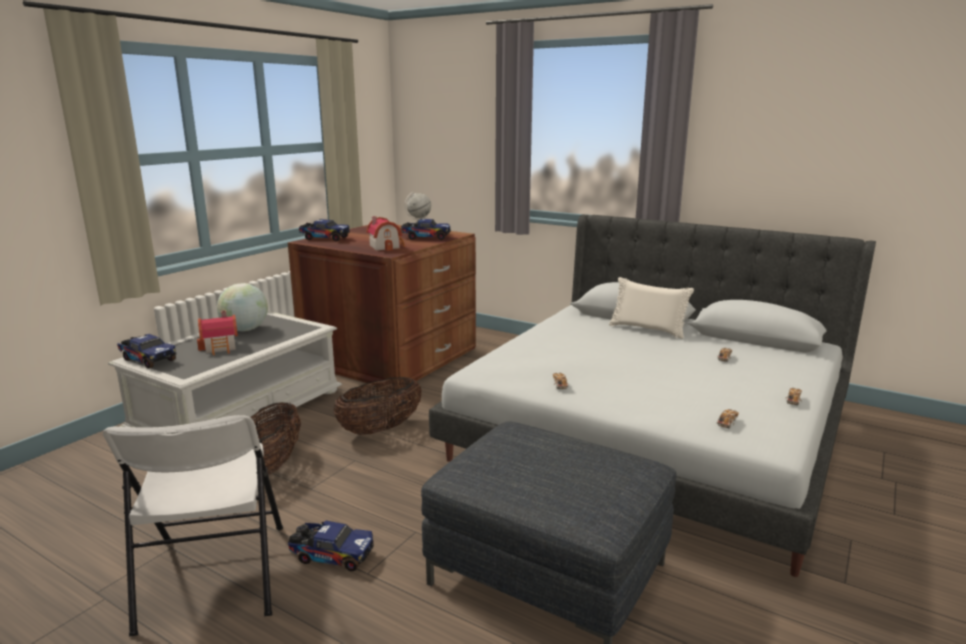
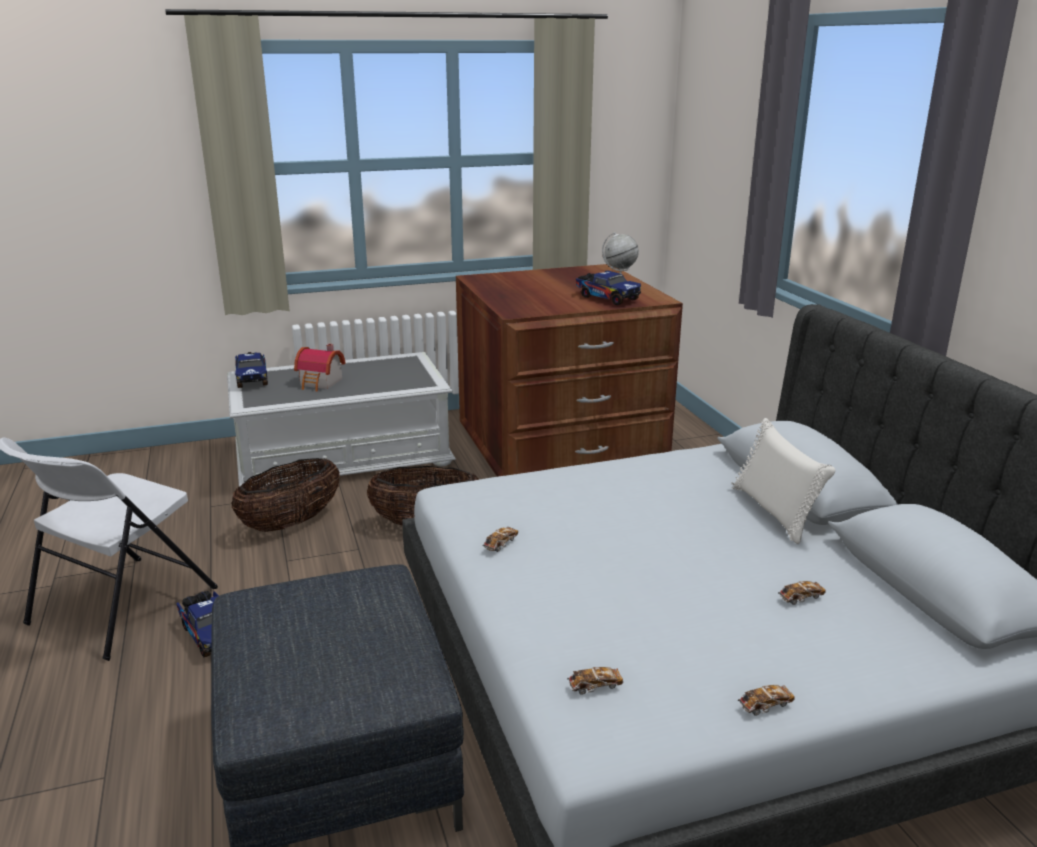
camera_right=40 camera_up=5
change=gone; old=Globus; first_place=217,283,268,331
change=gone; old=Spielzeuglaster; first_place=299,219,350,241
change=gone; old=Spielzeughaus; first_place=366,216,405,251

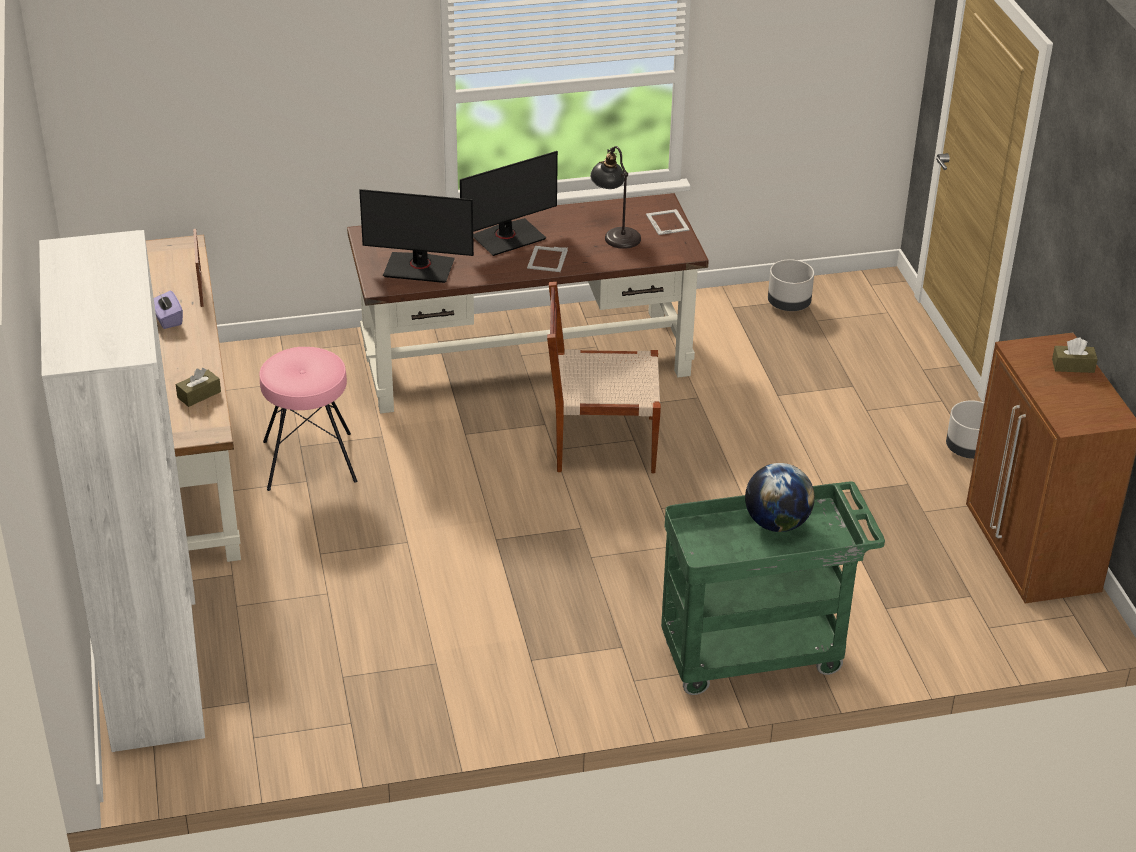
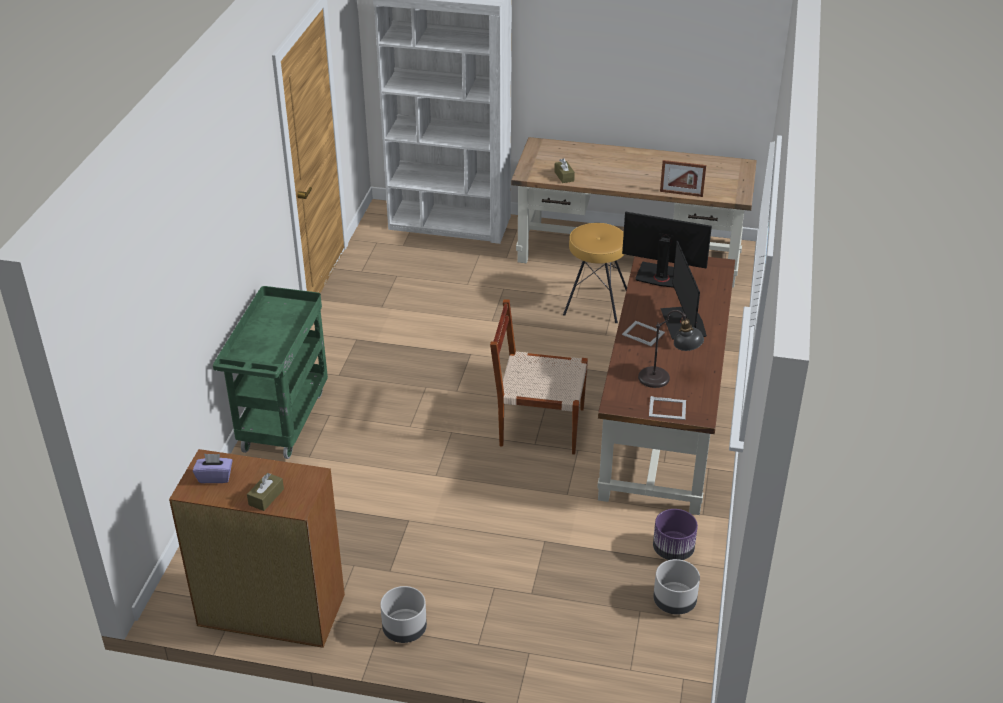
camera_right=115 camera_up=0
change=shifted; old=Taschentuchbox (lila); first_place=154,291,183,329; second_place=193,453,233,483
change=repainted; old=Hocker (rosa); new=Hocker (braun); first_place=259,347,357,491; second_place=563,223,627,323
change=rotated; old=Monitor; first_place=359,189,474,283; second_place=622,212,712,288; degrees=75
change=rotated; old=Stuhl; first_place=547,282,661,473; second_place=490,300,588,455; degrees=-105
change=gone; old=Globus; first_place=745,463,815,532
change=new; new=Pflanzkübel (lila); second_place=653,509,698,560

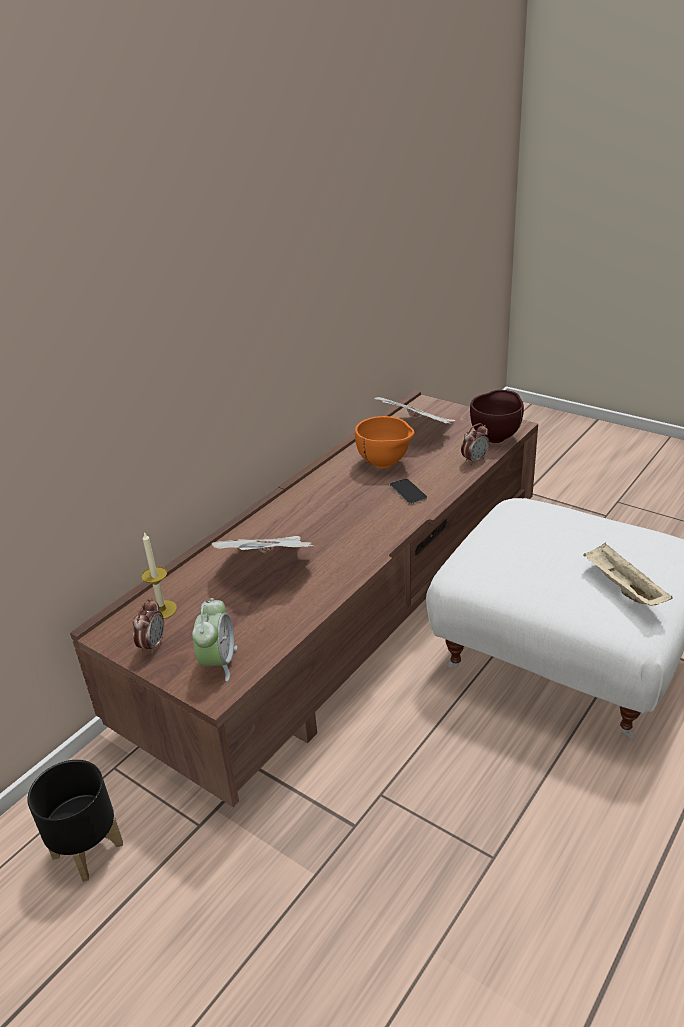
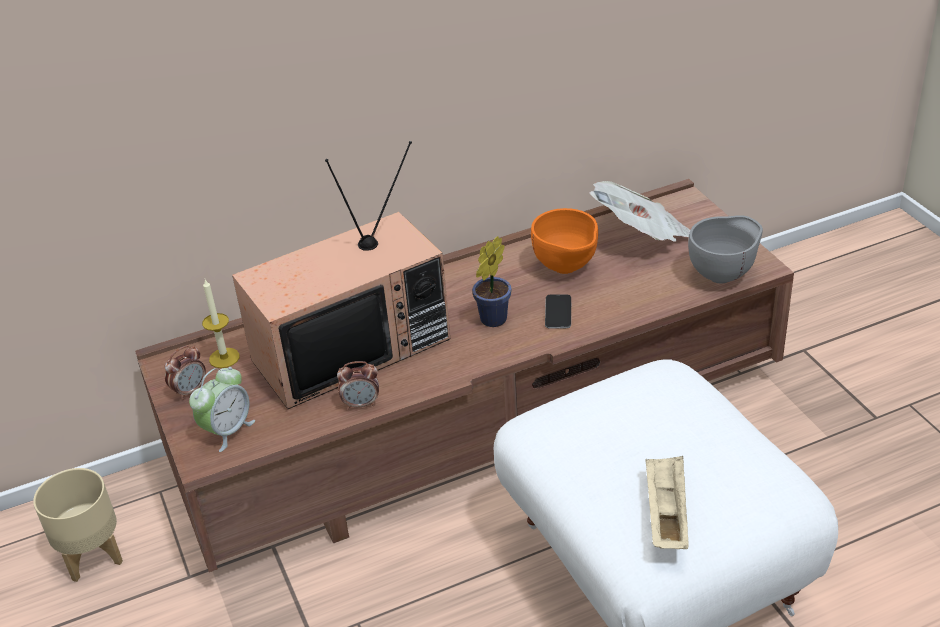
camera_right=30 camera_up=5
change=repainted; old=Pflanzkübel (schwarz); new=Pflanzkübel (beige); first_place=27,760,123,882; second_place=33,468,123,582
change=swapped; old=Zeitung; new=Fernseher; first_place=212,536,314,553; second_place=232,141,450,409
change=shifted; old=Wecker; first_place=461,423,489,465; second_place=337,361,379,410
change=repainted; old=Schüssel (braun); new=Schüssel (grau); first_place=470,390,524,443; second_place=688,215,763,284
change=new; new=Topfpflanze; second_place=472,236,512,327

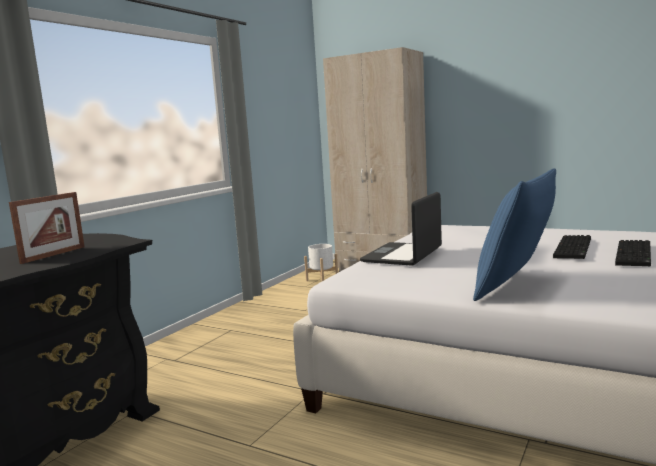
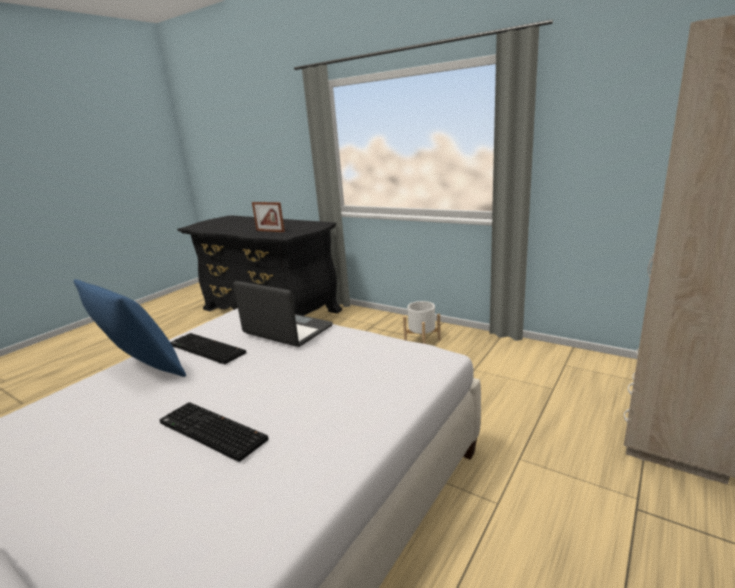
camera_right=95 camera_up=10
change=shifted; old=Pflanzkübel (weiß); first_place=304,244,338,281; second_place=403,301,441,344
change=shifted; old=Tastatur; first_place=615,240,651,267; second_place=170,333,246,364

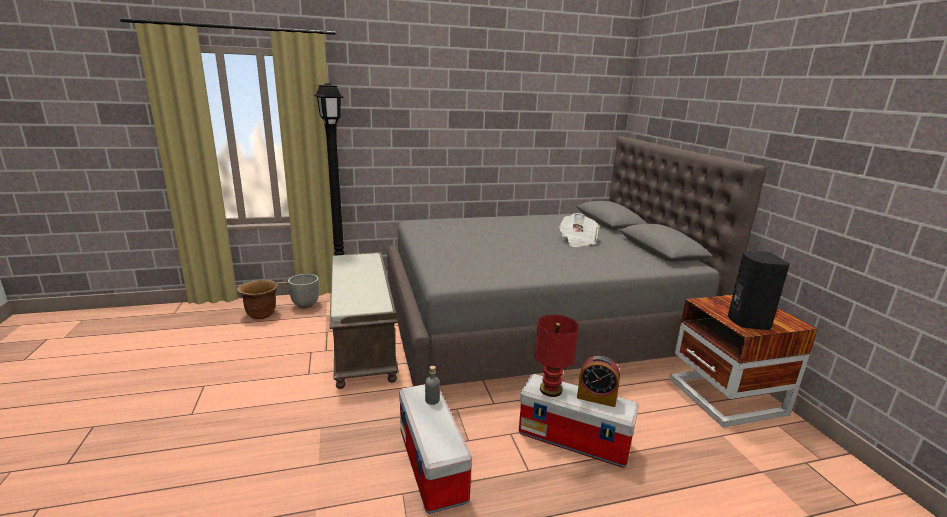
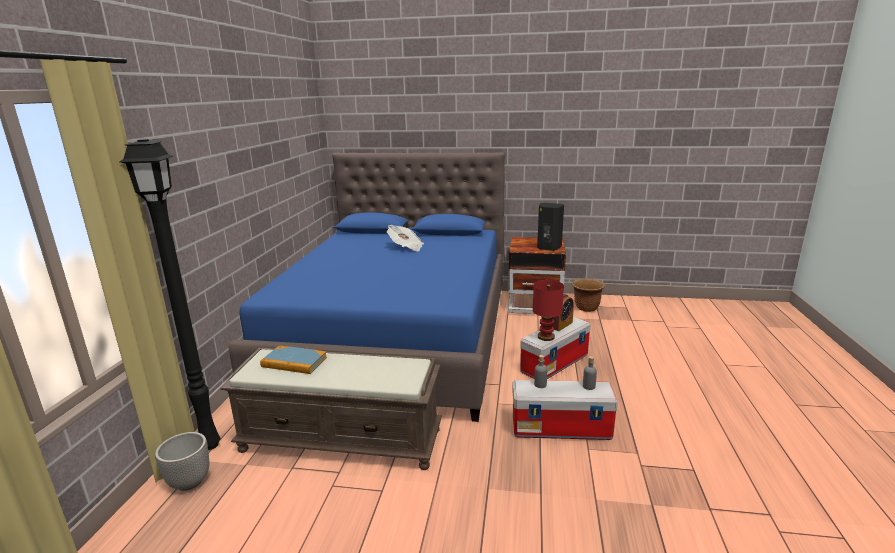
camera_right=-65 camera_up=0
change=shifted; old=Pflanzkübel (braun); first_place=237,280,278,319; second_place=572,279,605,312
change=repainted; old=Bett (grau); new=Bett (blau); first_place=387,136,766,386; second_place=228,152,505,422
change=new; new=Buch; second_place=260,345,327,374
change=new; new=Flasche (grau); second_place=583,356,597,390

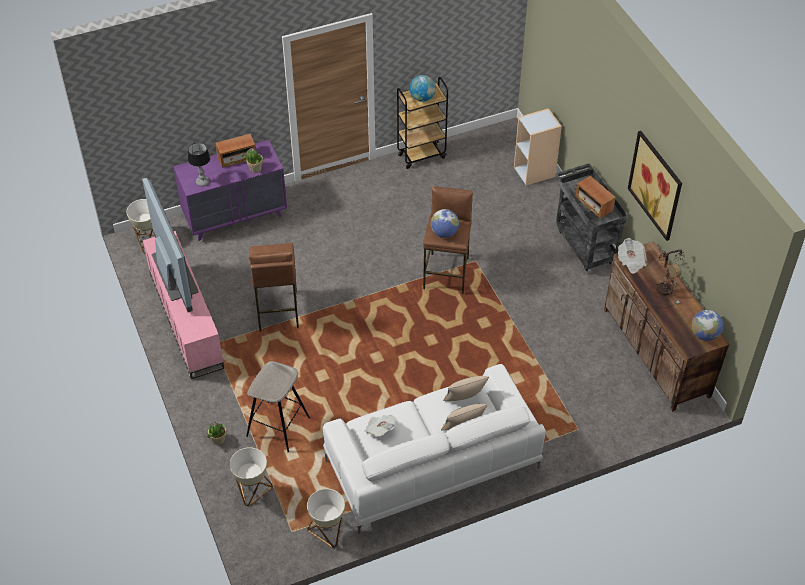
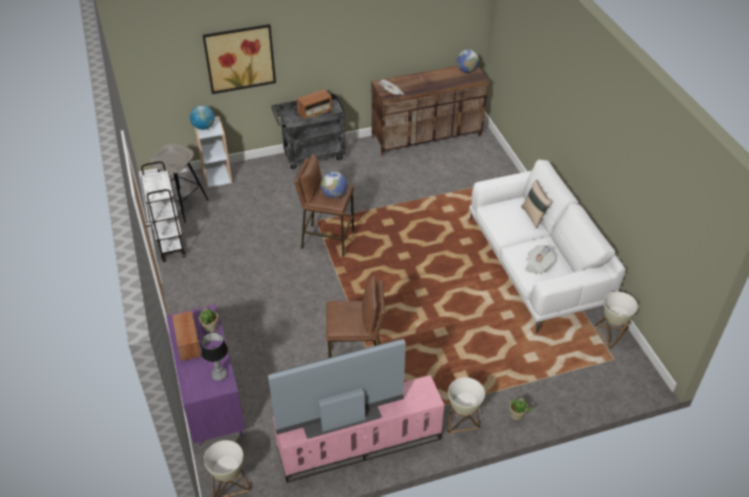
camera_right=-85 camera_up=-5
change=shifted; old=Pflanzkübel; first_place=230,447,273,506; second_place=447,377,485,433
change=shifted; old=Hocker (grau); first_place=246,361,310,452; second_place=150,143,209,222
change=repainted; old=Rollwagen (braun); new=Rollwagen (weiß); first_place=397,77,448,169; second_place=141,161,185,262
change=shifted; old=Globus; first_place=409,75,436,102; second_place=190,105,215,130
change=gone; old=Kissen (beige); first_place=443,376,489,401
change=shifted; old=Bild; first_place=628,131,682,241; second_place=203,24,276,94
change=gone; old=Tischlampe; first_place=646,250,684,307

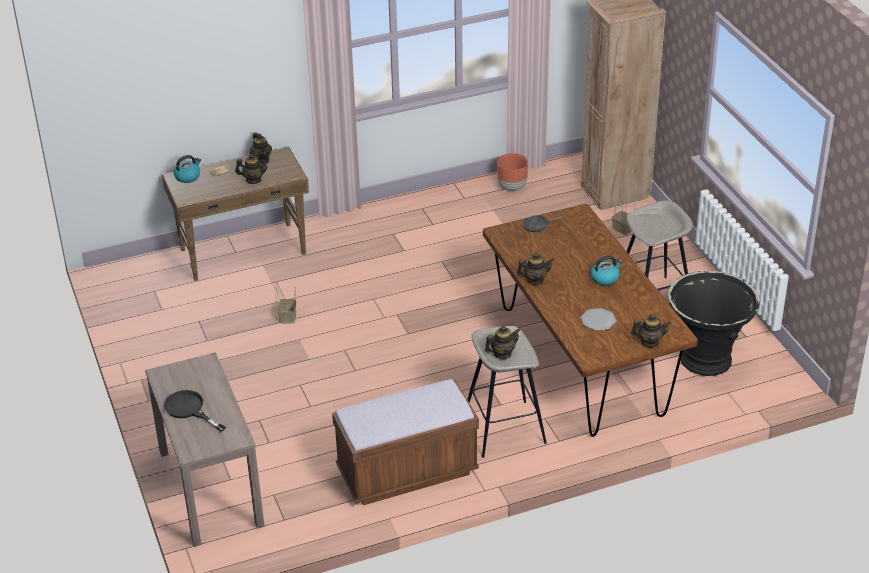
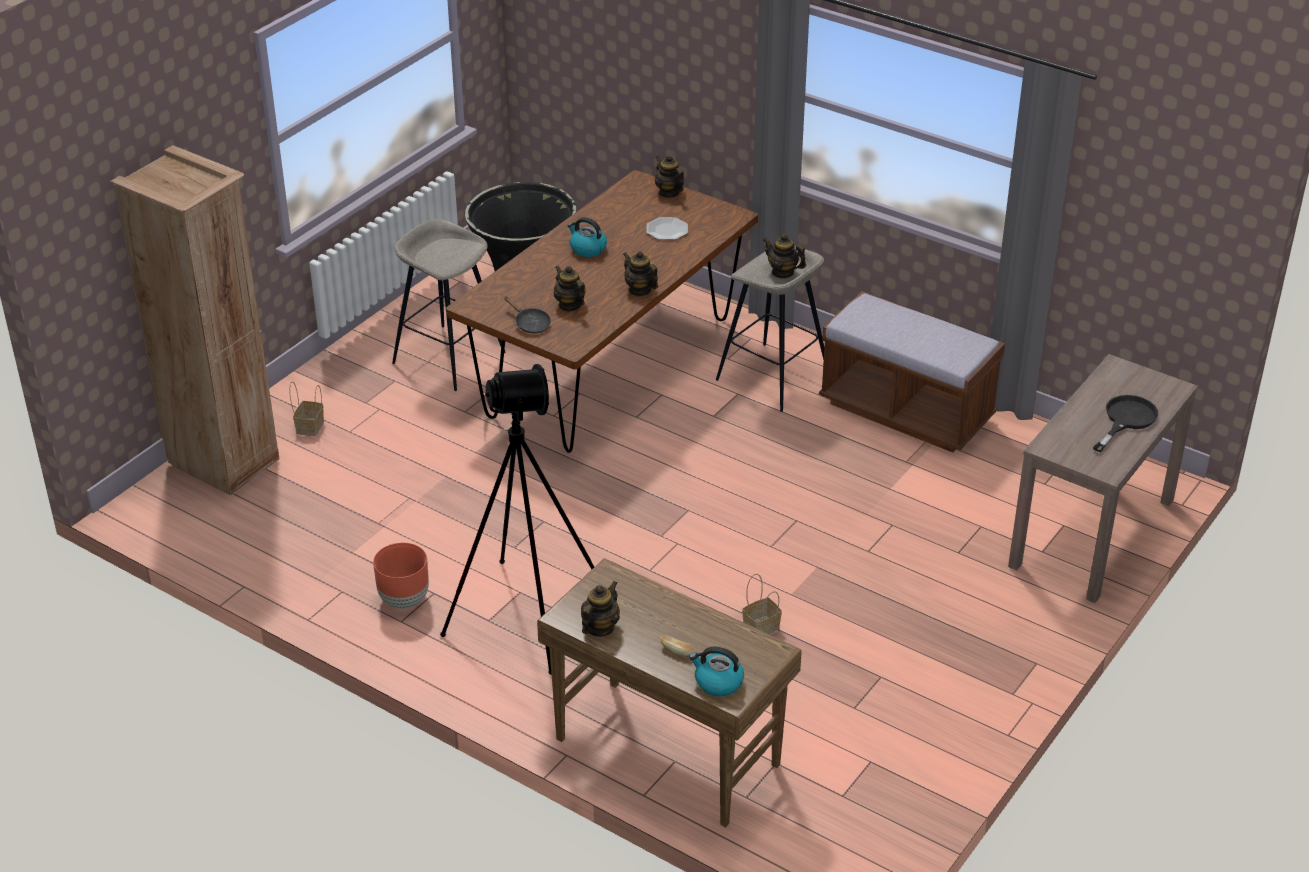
camera_right=-125 camera_up=0
change=rotated; old=Pfanne (schwarz); first_place=164,390,226,432; second_place=1093,395,1158,452; degrees=-150
change=shifted; old=Teekanne; first_place=235,154,269,184; second_place=554,266,586,311
change=shifted; old=Pflanzkübel (braun); first_place=497,153,528,191; second_place=373,543,429,609
change=new; new=Stehlampe (schwarz); second_place=440,364,594,675

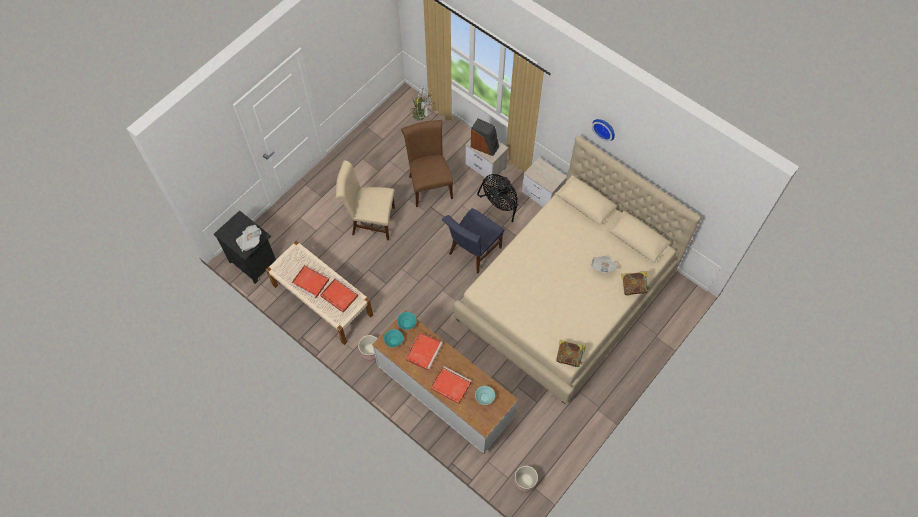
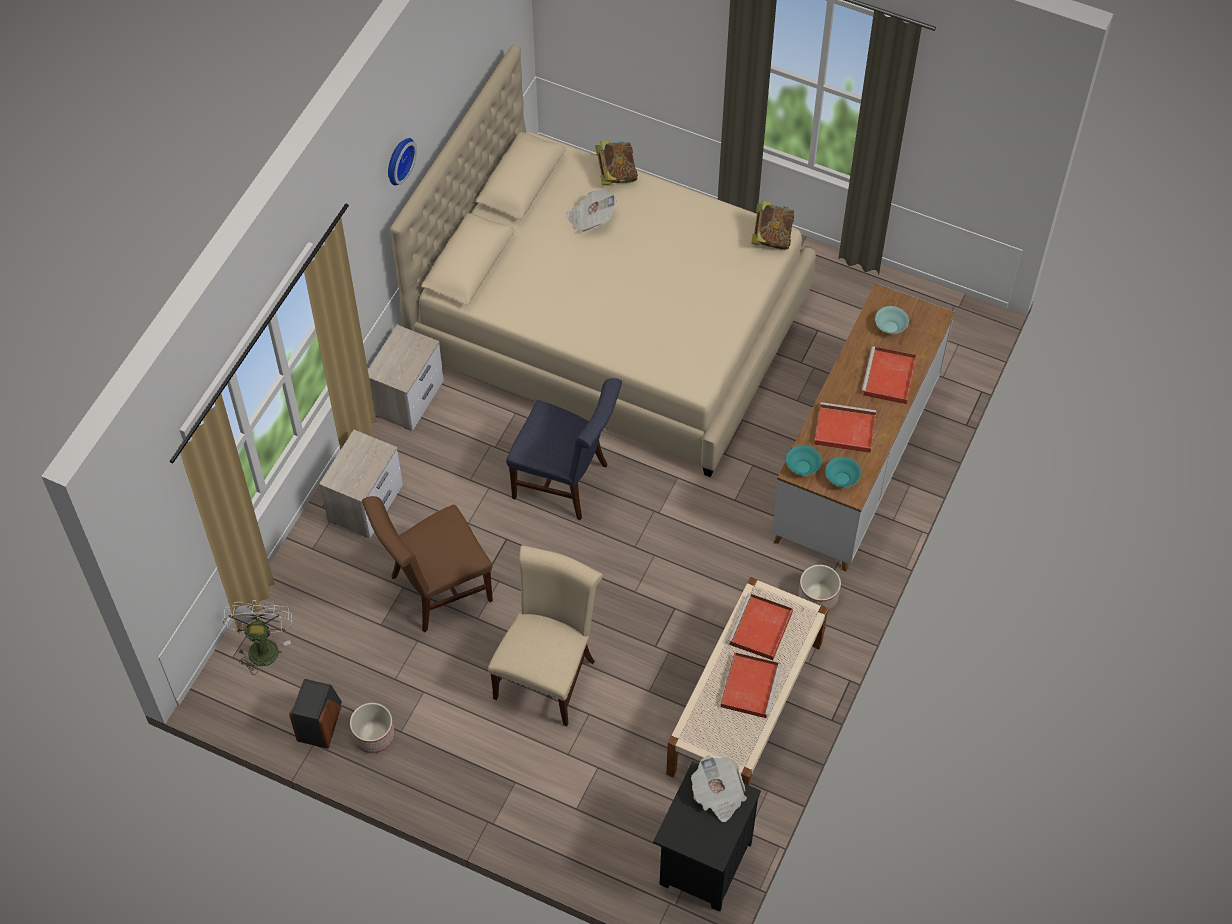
camera_right=-105 camera_up=-5
change=rotated; old=Stuhl (beige); first_place=336,160,395,241; second_place=488,545,603,726; degrees=-150
change=shifted; old=Lautsprecher; first_place=471,118,499,156; second_place=289,679,342,749
change=gone; old=Ventilator (schwarz); first_place=477,174,519,222
change=shifted; old=Pflanzkübel; first_place=514,466,538,492; second_place=350,703,395,753

